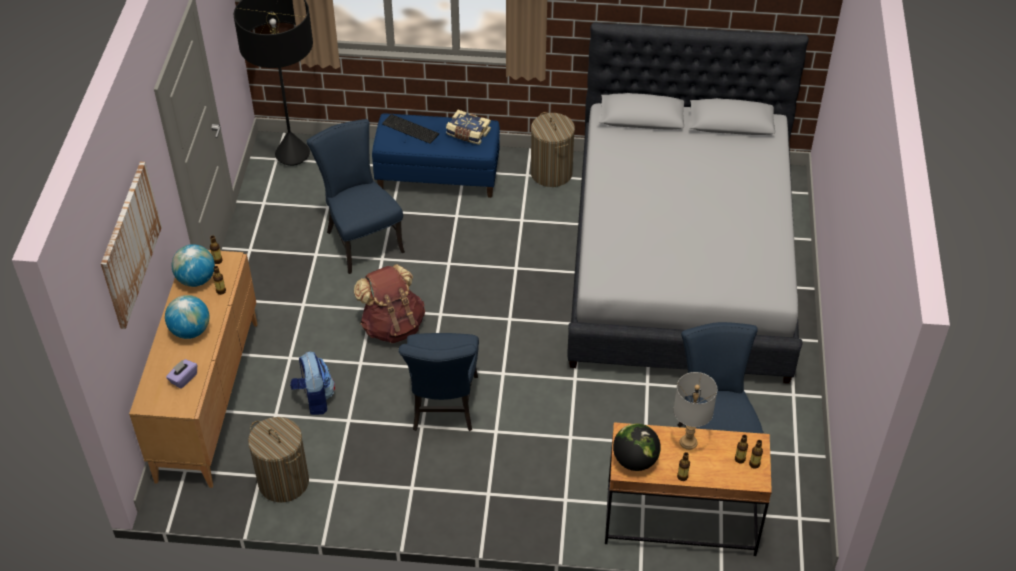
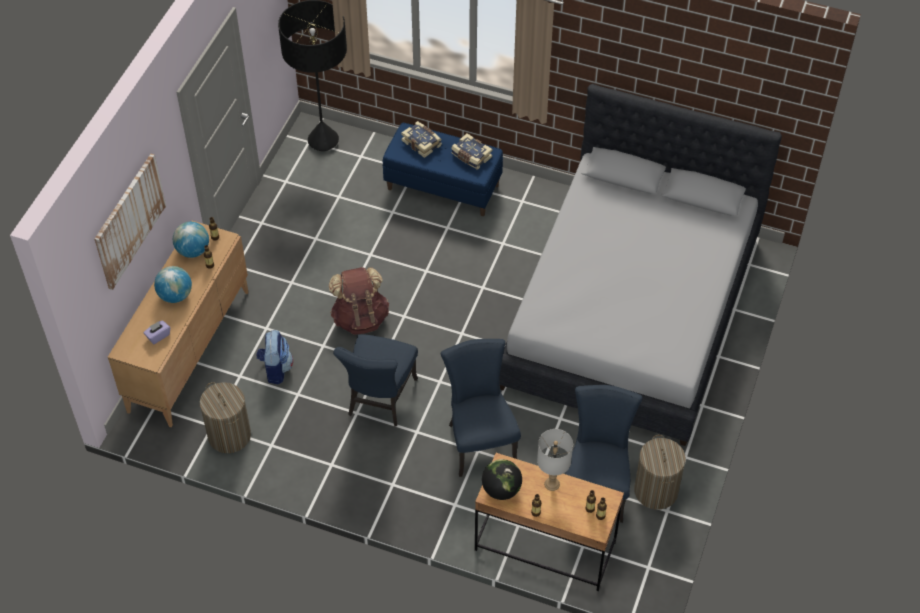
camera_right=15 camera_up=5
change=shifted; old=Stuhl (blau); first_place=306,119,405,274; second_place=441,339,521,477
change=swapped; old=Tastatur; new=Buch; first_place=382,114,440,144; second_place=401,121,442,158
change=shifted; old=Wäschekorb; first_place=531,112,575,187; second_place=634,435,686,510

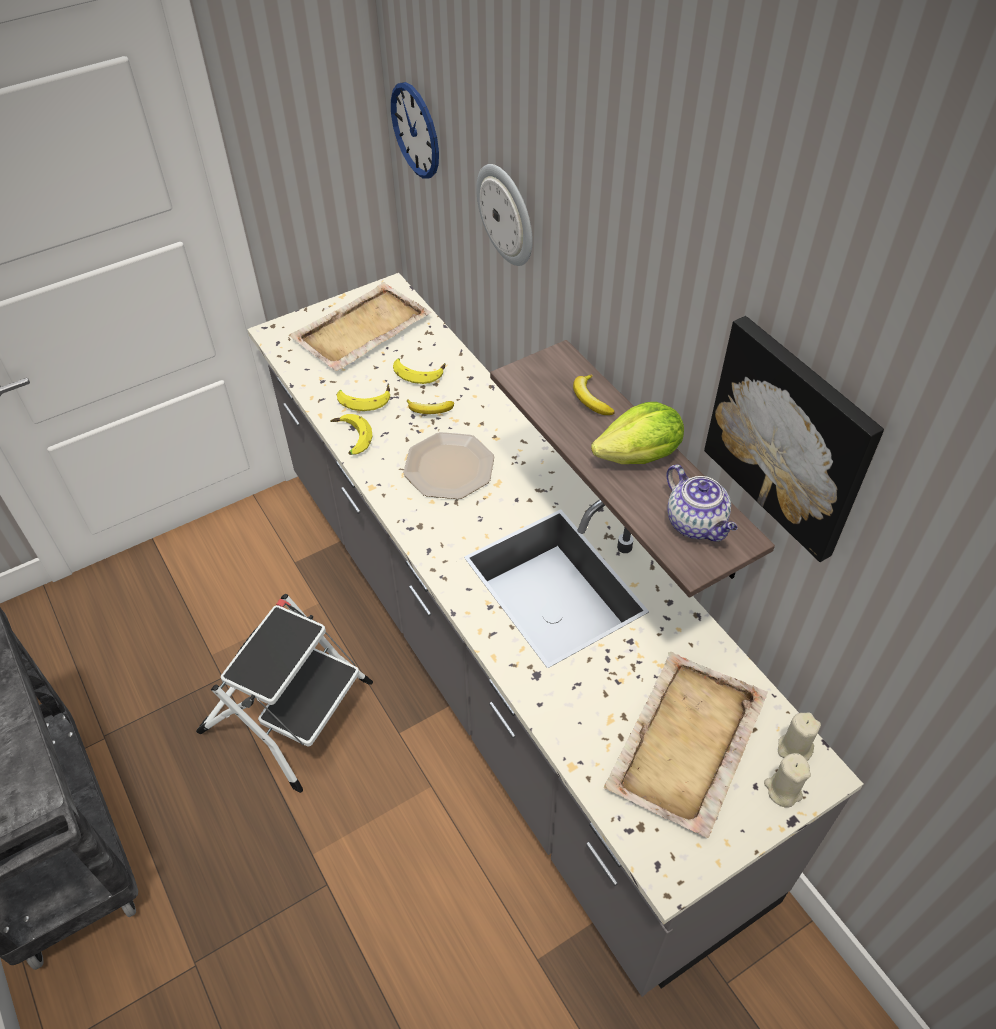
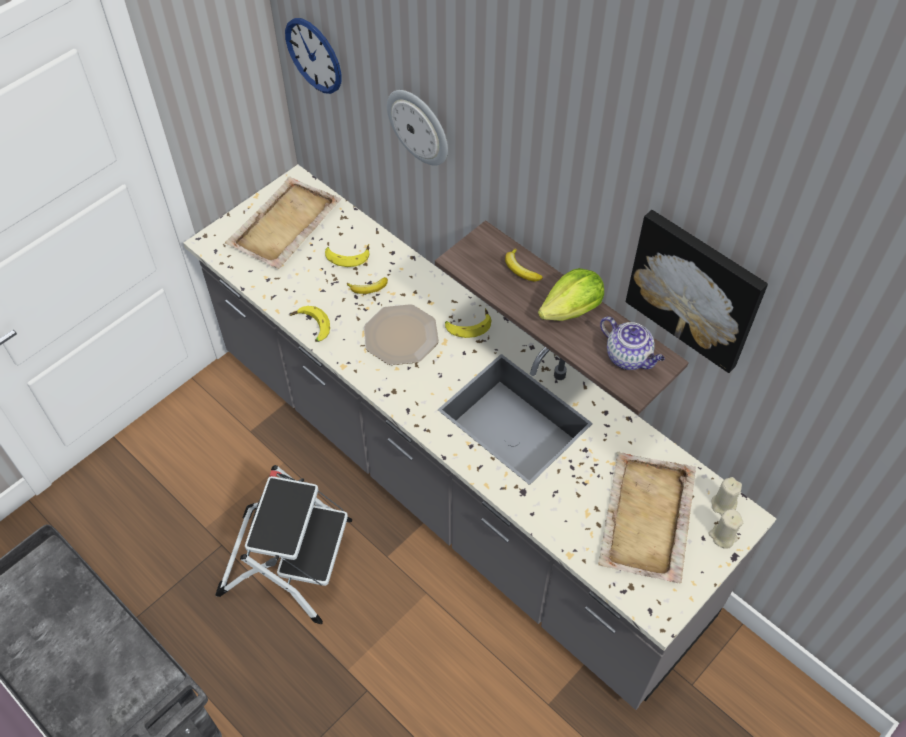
camera_right=-15 camera_up=5
change=shifted; old=Banane; first_place=337,385,390,411; second_place=445,308,491,338

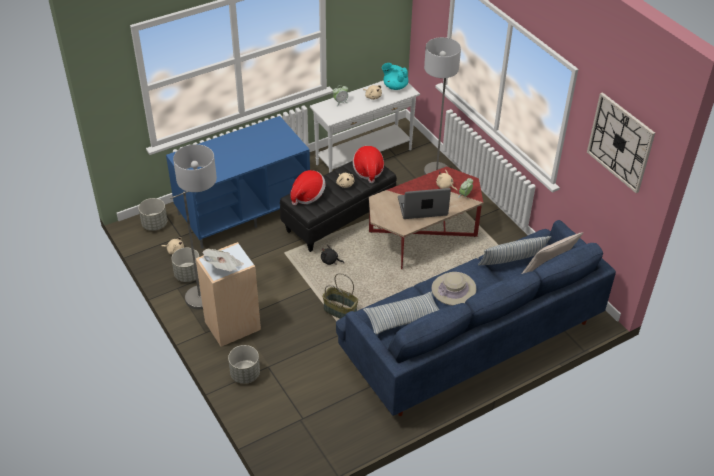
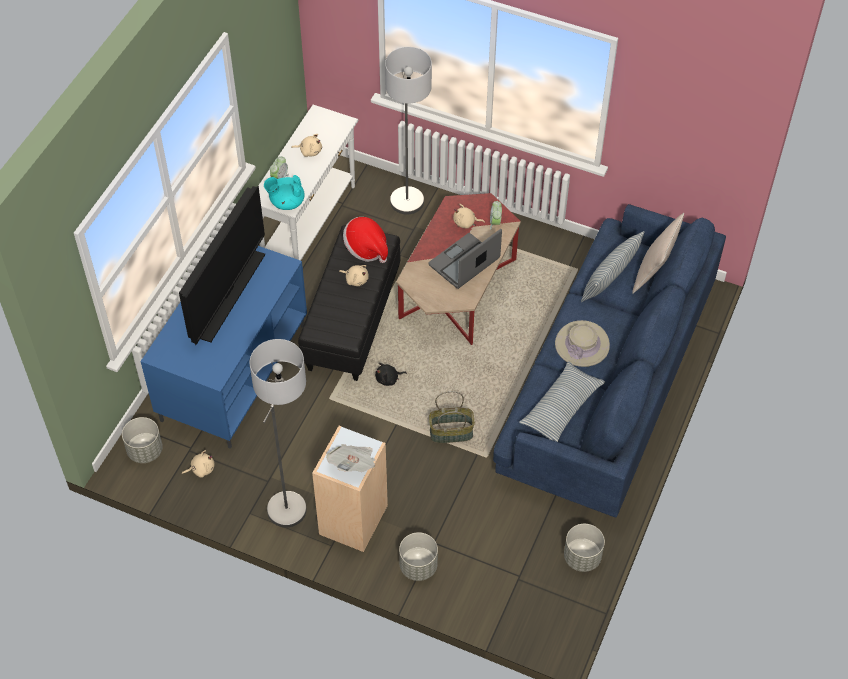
camera_right=-35 camera_up=10
change=shifted; old=Pflanzkübel (grau); first_place=171,248,199,282; second_place=564,524,605,572
change=gone; old=Hut; first_place=290,170,326,205
change=shifted; old=Teekanne (türkis); first_place=382,63,408,90; second_place=264,175,305,210
change=gone; old=Wanduhr; first_place=587,92,655,193
change=new; new=Fernseher; second_place=179,186,265,345

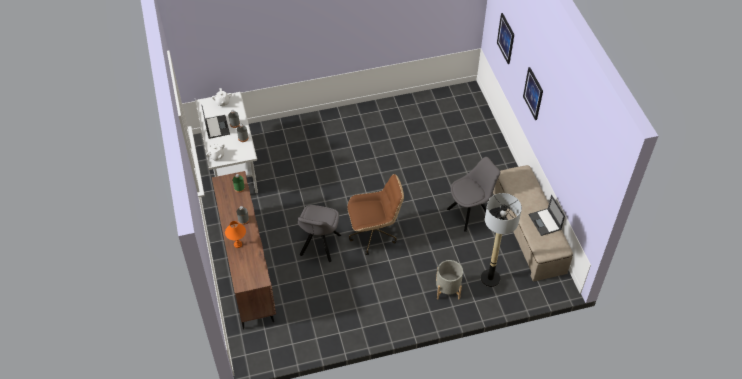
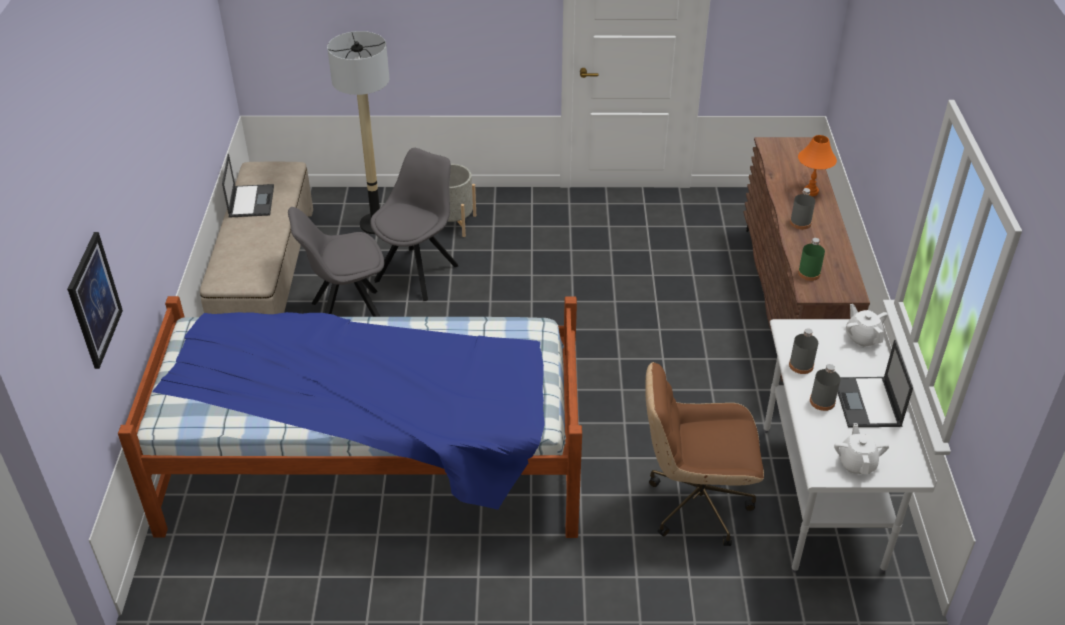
camera_right=-165 camera_up=-10
change=shifted; old=Stuhl (grau); first_place=298,205,341,262; second_place=370,148,458,301
change=shifted; old=Bürostuhl (braun); first_place=347,174,404,255; second_place=645,362,764,546
change=gone; old=Bild; first_place=523,67,543,120
change=new; new=Bett; second_place=118,296,582,538

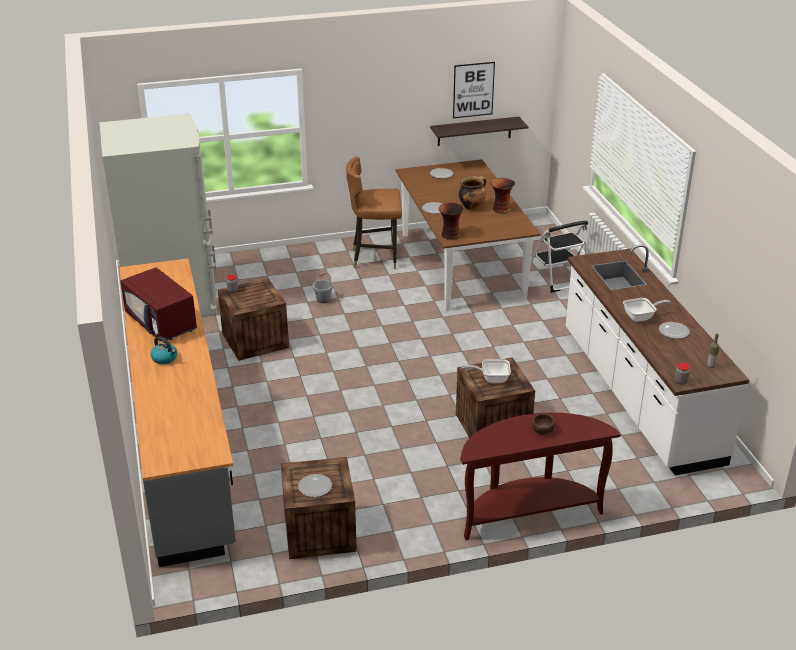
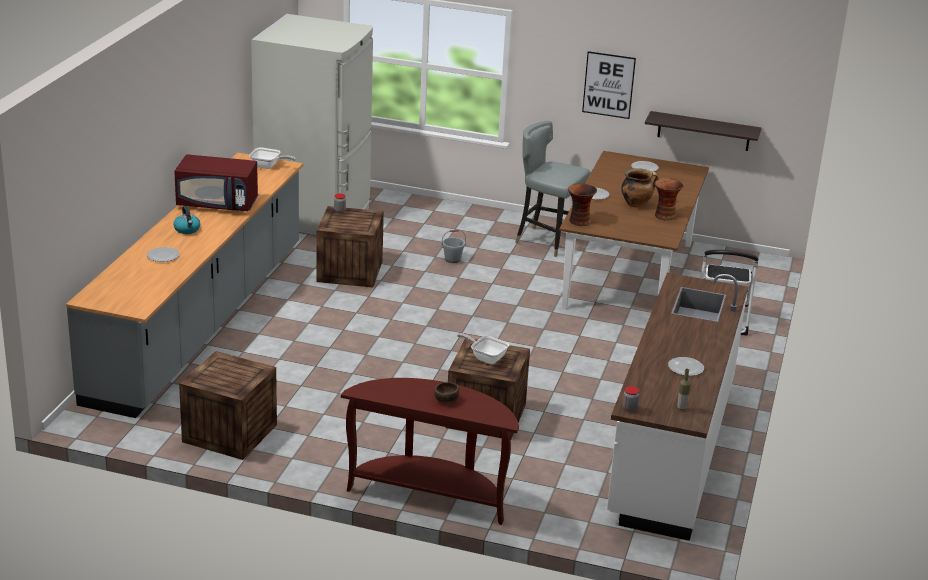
camera_right=30 camera_up=-5
change=rotated; old=Mikrowelle (rot); first_place=120,267,197,341; second_place=174,154,258,211; degrees=-75
change=shifted; old=Teller; first_place=298,474,332,497; second_place=147,247,180,262
change=repainted; old=Stuhl (braun); new=Stuhl (grau); first_place=346,157,402,269; second_place=515,121,591,257
change=shifted; old=Bild; first_place=453,62,495,118; second_place=582,51,636,119
change=shifted; old=Pfanne; first_place=623,298,671,322; second_place=249,147,296,169

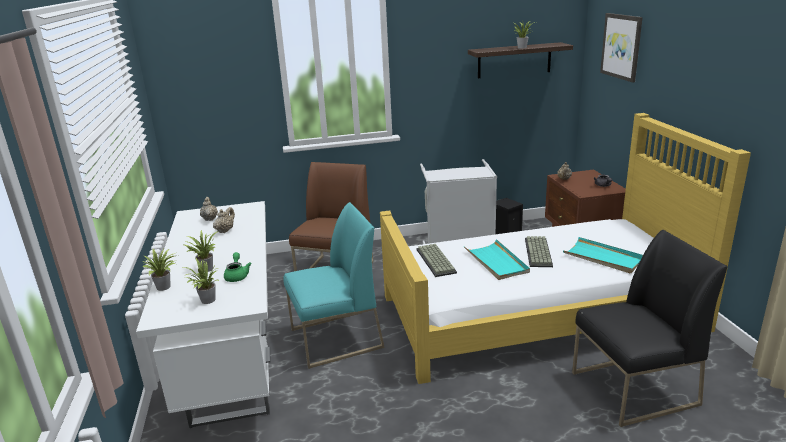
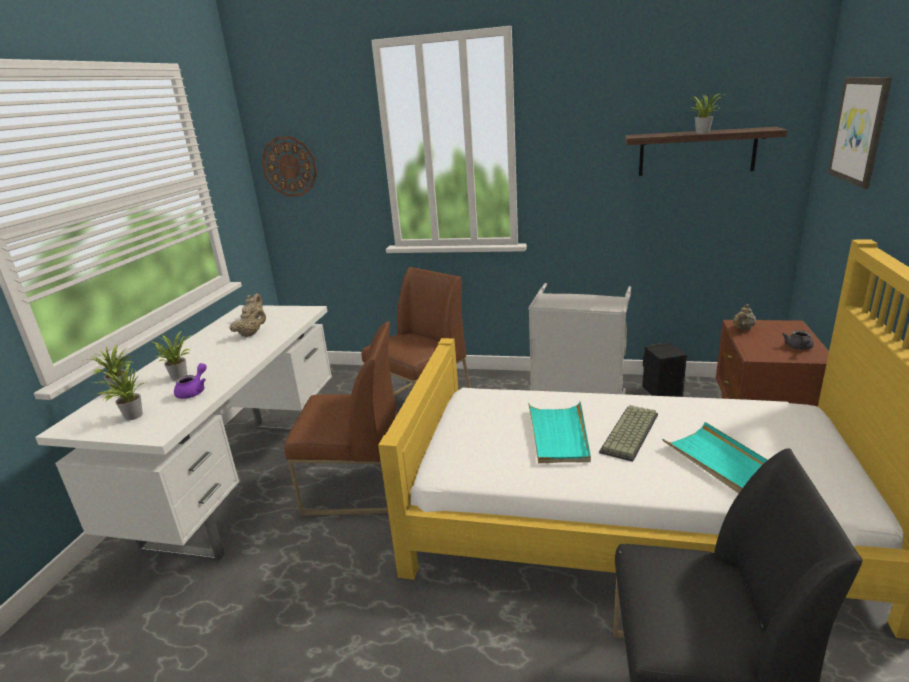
camera_right=25 camera_up=0
change=repainted; old=Teekanne (grün); new=Teekanne (lila); first_place=224,252,252,282; second_place=174,363,207,399
change=repainted; old=Stuhl (türkis); new=Stuhl (braun); first_place=283,202,385,369; second_place=284,321,397,516
change=gone; old=Tastatur; first_place=416,244,457,277
change=new; new=Wanduhr; second_place=261,136,317,197

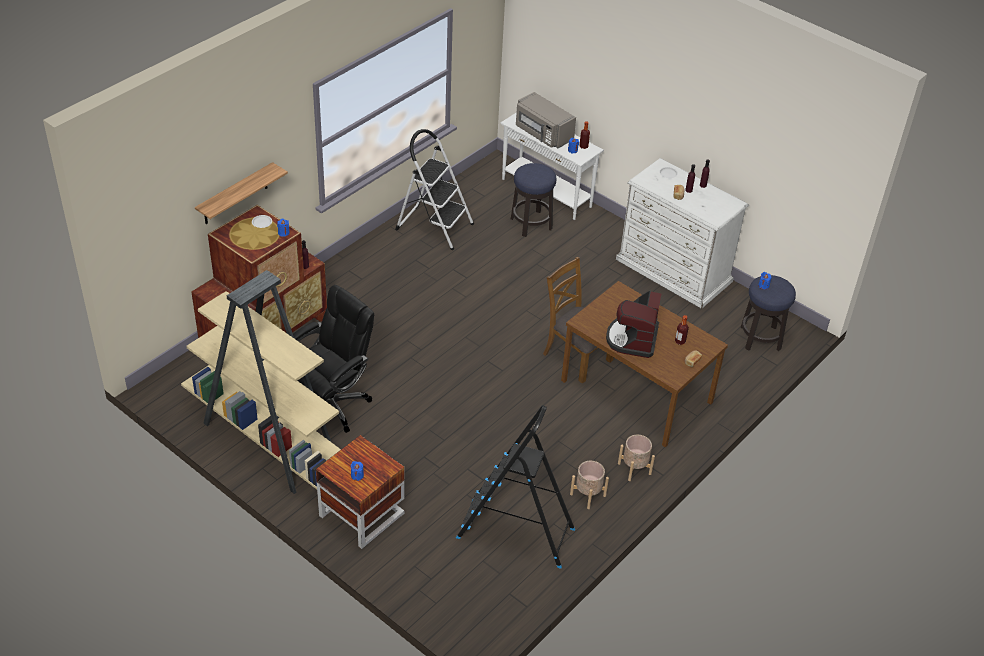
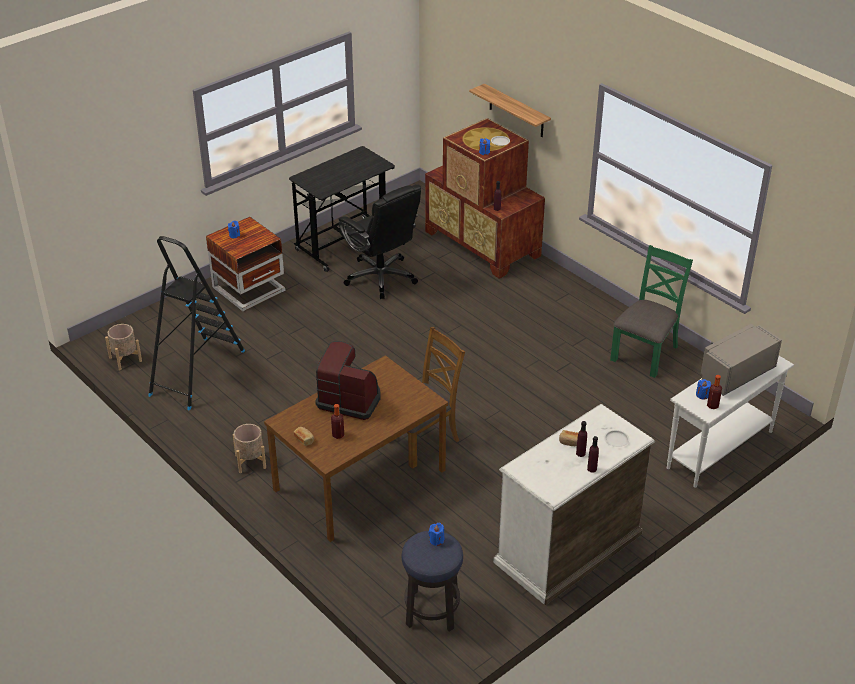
camera_right=100 camera_up=-5
change=swapped; old=Bücherregal (beige); new=Schreibtisch (schwarz); first_place=181,270,341,494; second_place=289,146,395,272
change=swapped; old=Trittleiter; new=Stuhl (grün); first_place=395,129,474,250; second_place=610,245,693,378
change=gone; old=Hocker; first_place=511,163,556,237
change=shifted; old=Pflanzkübel (beige); first_place=570,461,609,509; second_place=105,324,142,370

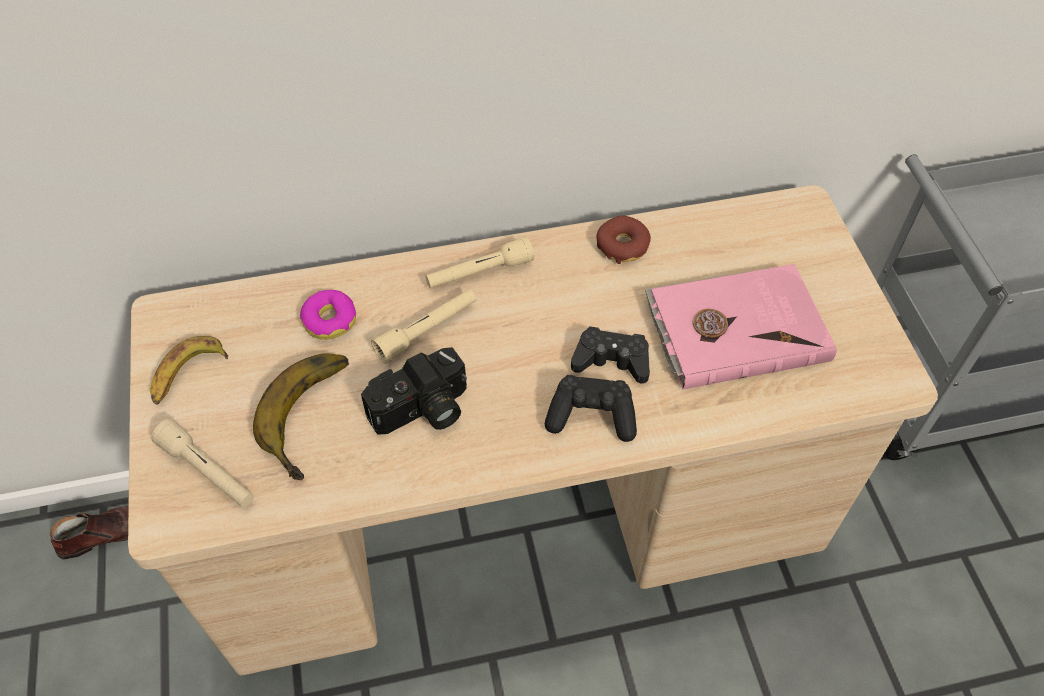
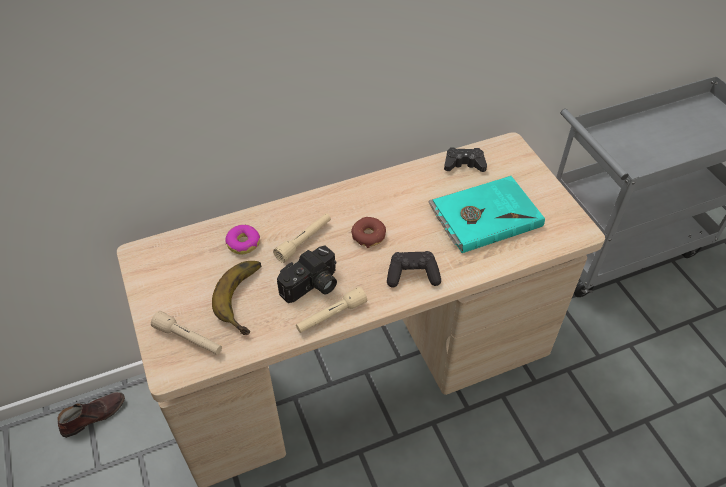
camera_right=-10 camera_up=-5
change=gone; old=Banane; first_place=151,336,228,405
change=shifted; old=Taschenlampe (beige); first_place=425,236,534,288; second_place=296,287,367,333
change=shifted; old=Gamepad (schwarz); first_place=571,326,650,383; second_place=444,148,487,172
change=shifted; old=Donut; first_place=596,216,651,264; second_place=351,217,386,248
change=repainted; old=Buch (rosa); new=Buch (türkis); first_place=645,264,837,389; second_place=429,176,545,253

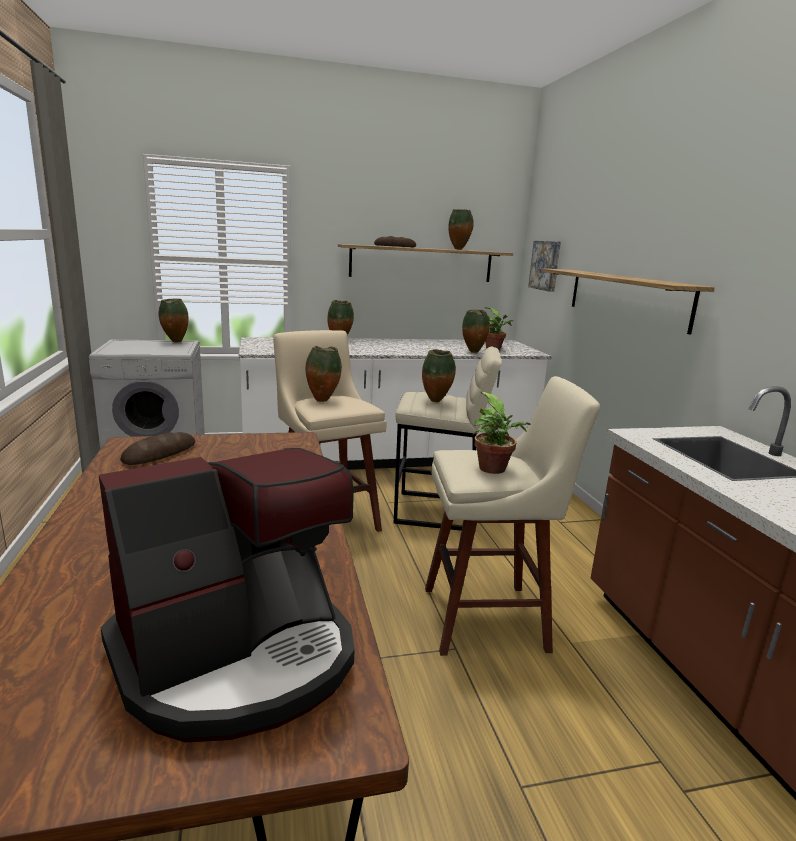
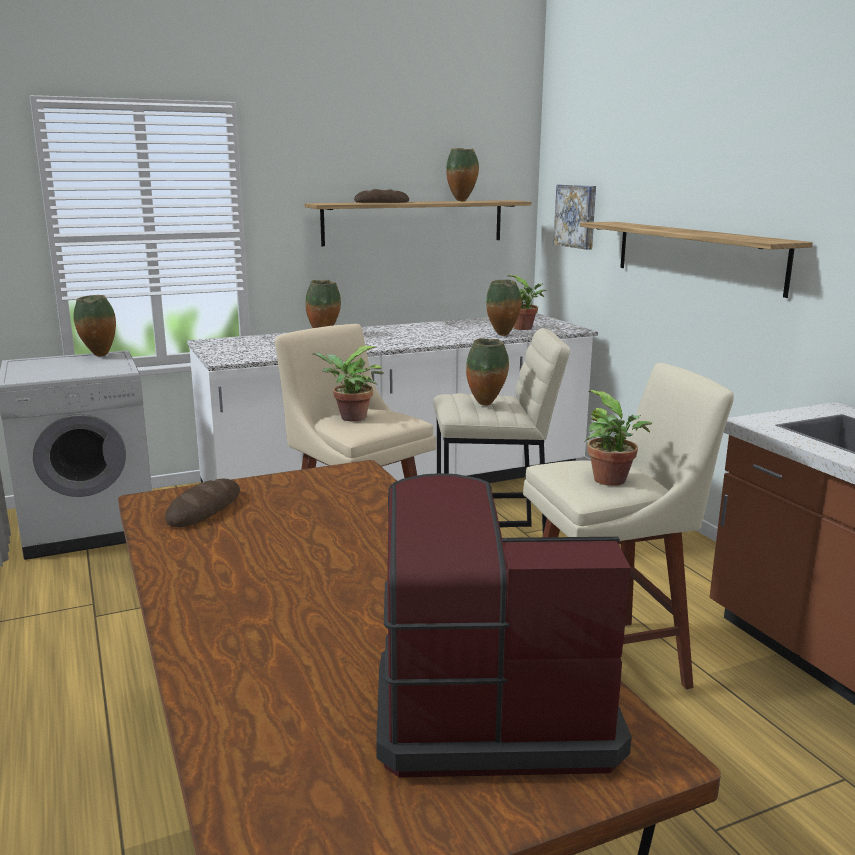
camera_right=-10 camera_up=0
change=rotated; old=Kaffeemaschine; first_place=99,448,355,742; second_place=376,473,632,778; degrees=-135
change=swapped; old=Vase; new=Topfpflanze; first_place=306,346,342,402; second_place=313,346,383,422

